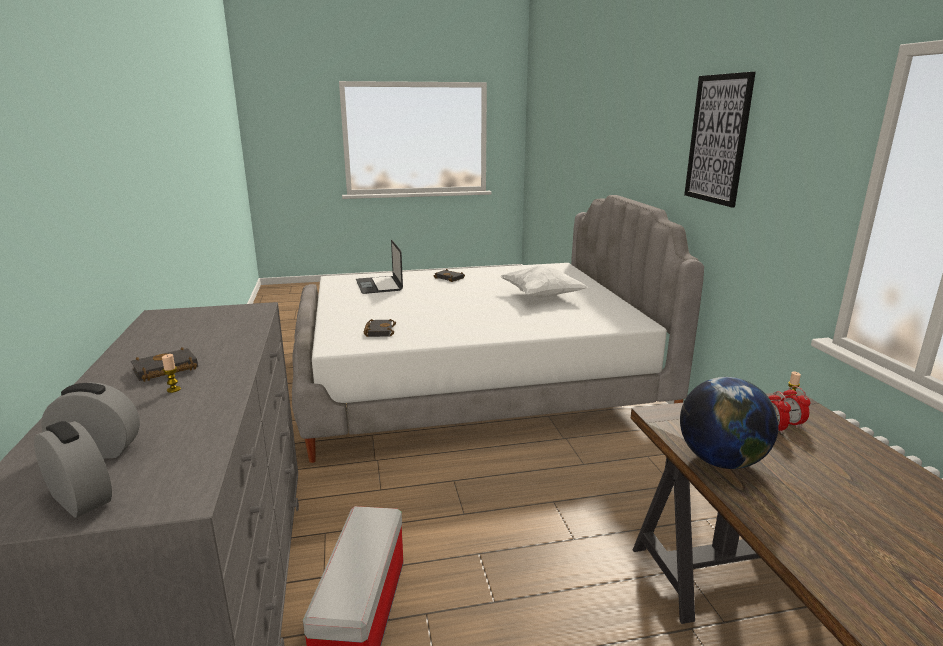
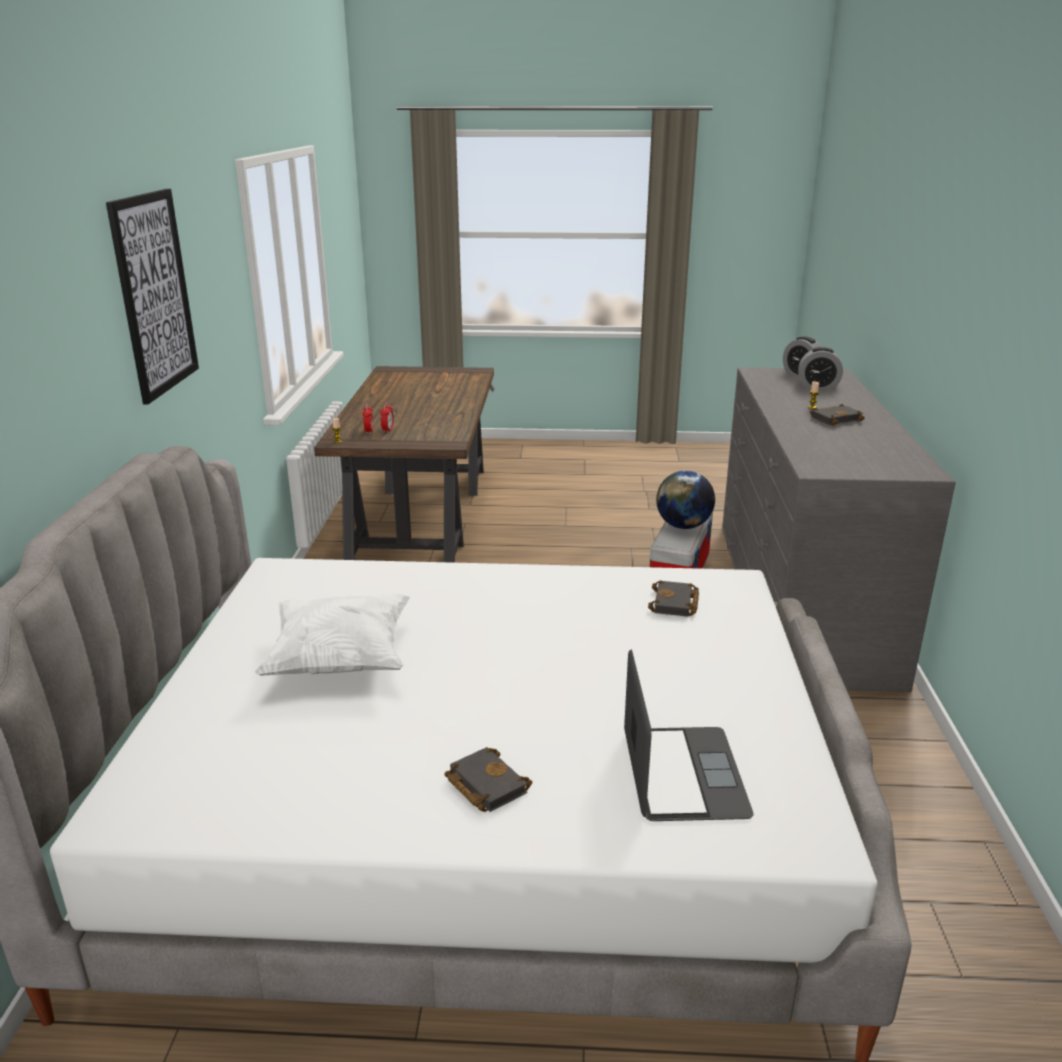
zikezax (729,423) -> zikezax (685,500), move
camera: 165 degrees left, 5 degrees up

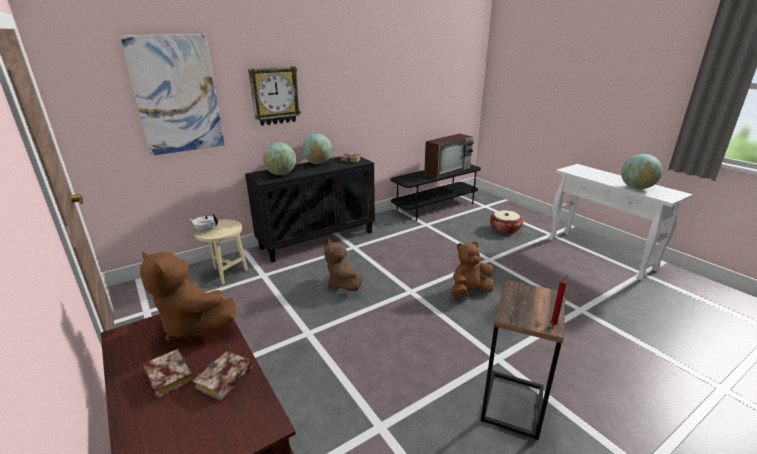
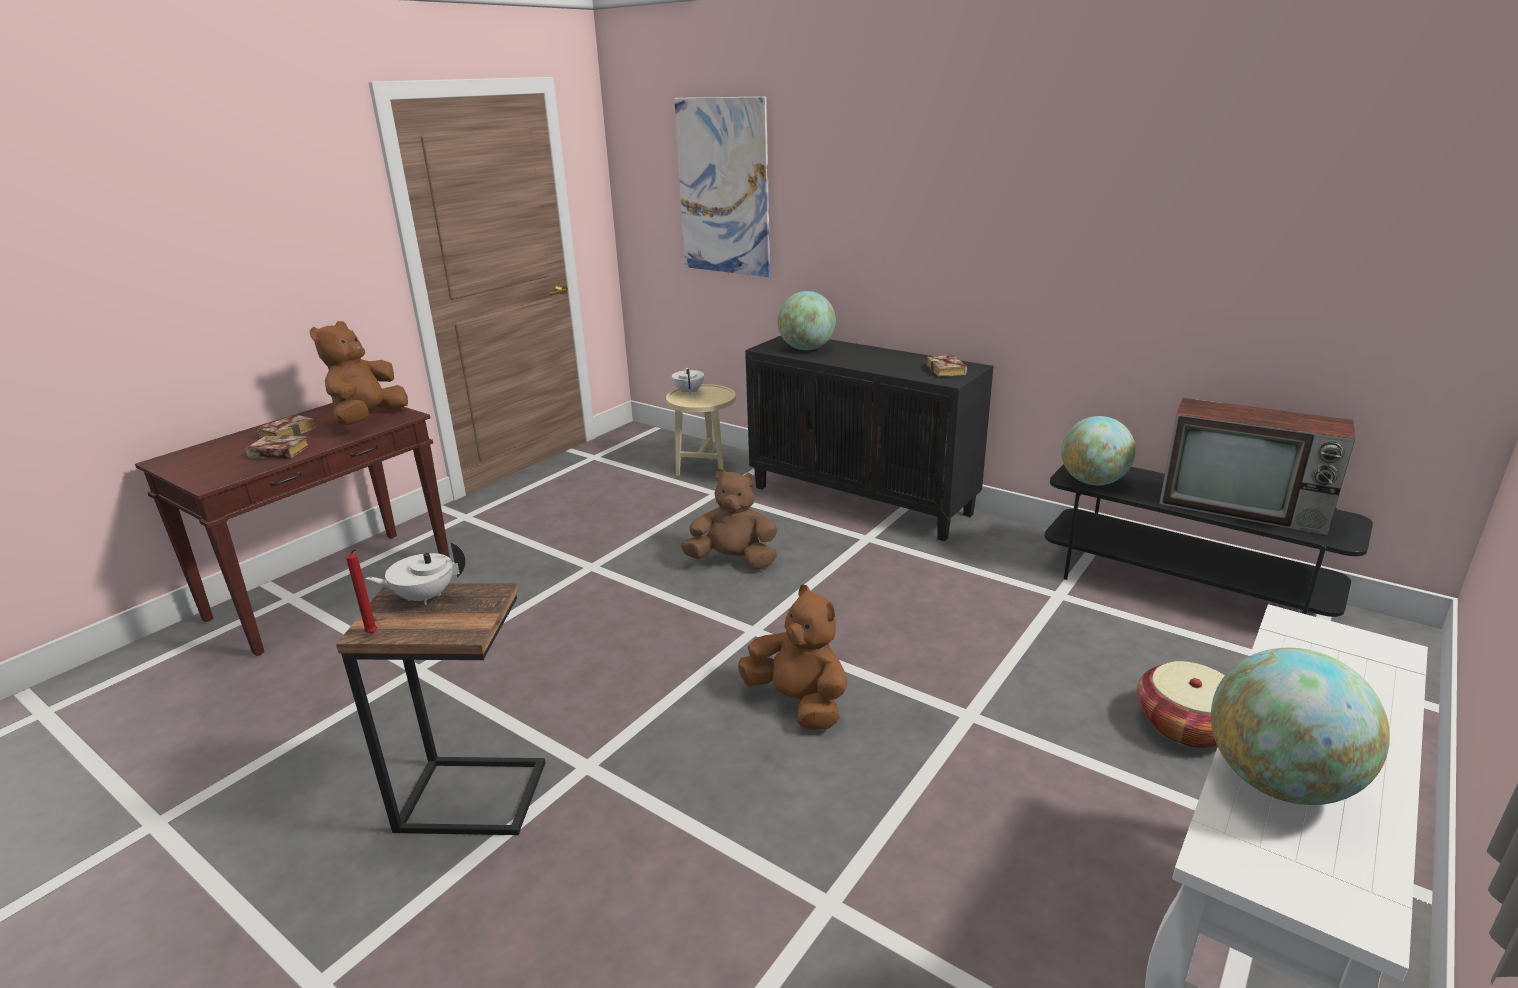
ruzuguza (274,96) -> none
zikezax (317,149) -> zikezax (1098,450), move
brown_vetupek (343,265) -> brown_vetupek (729,519), 45 degrees clockwise
none -> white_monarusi (415,573)
camera: 70 degrees right, 0 degrees up

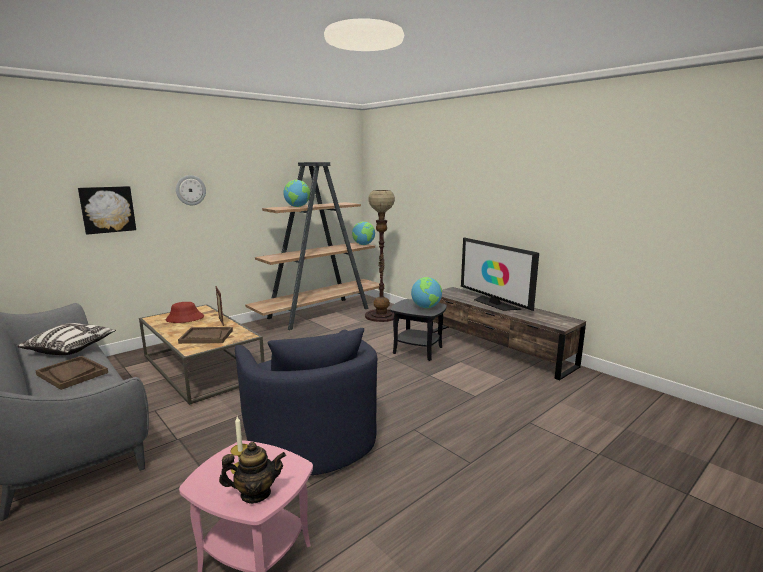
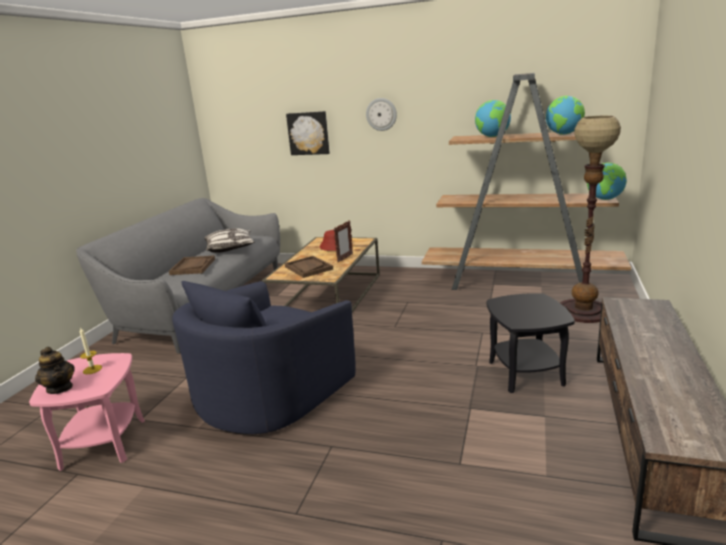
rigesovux (500,274) -> none
zikezax (426,292) -> zikezax (565,115), move
camera: 60 degrees right, 5 degrees up

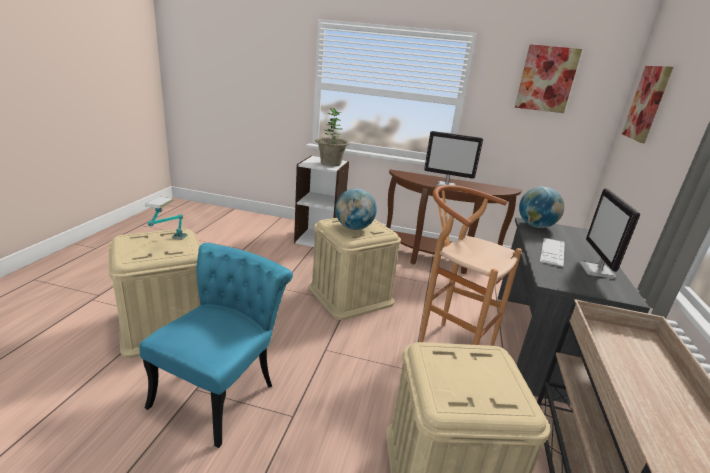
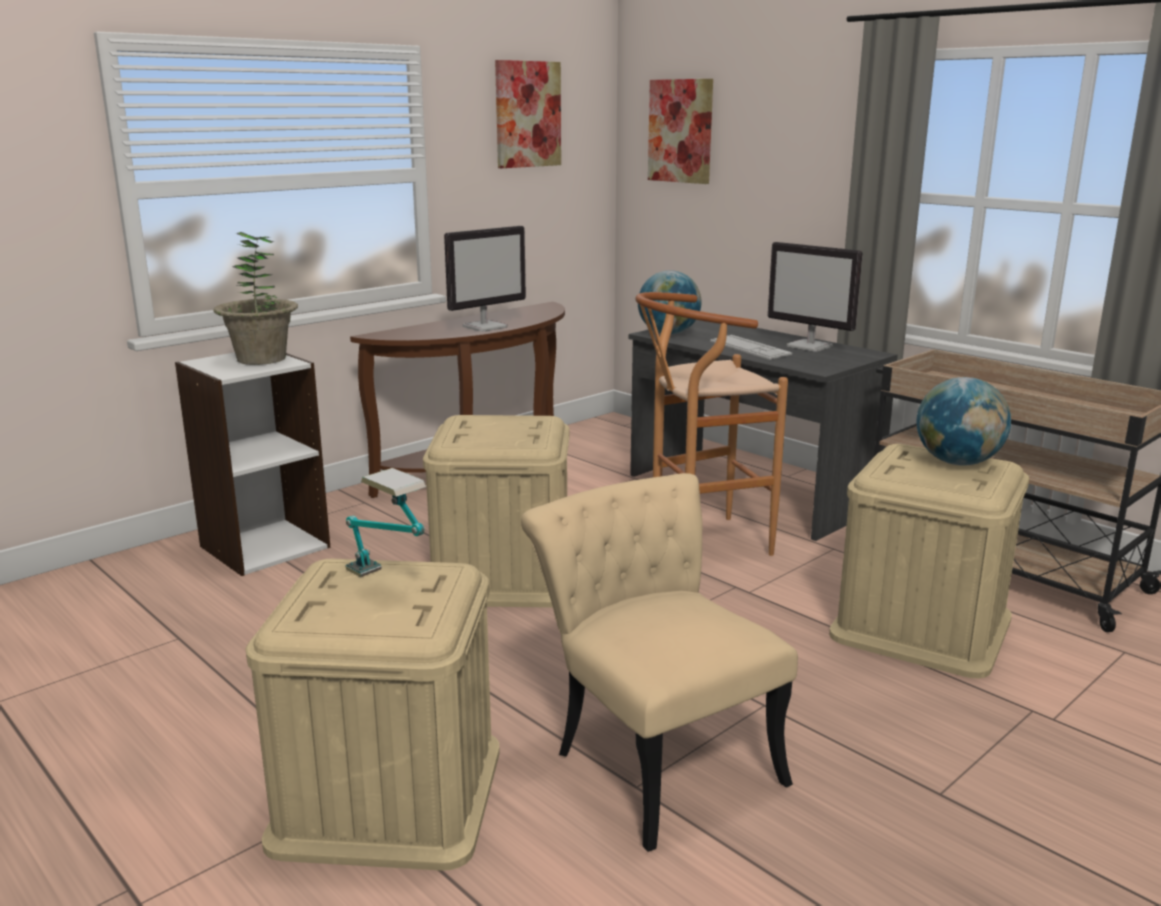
zikezax (356,209) -> zikezax (963,421), move
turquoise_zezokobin (216,345) -> beige_zezokobin (659,662)
camera: 55 degrees left, 5 degrees down

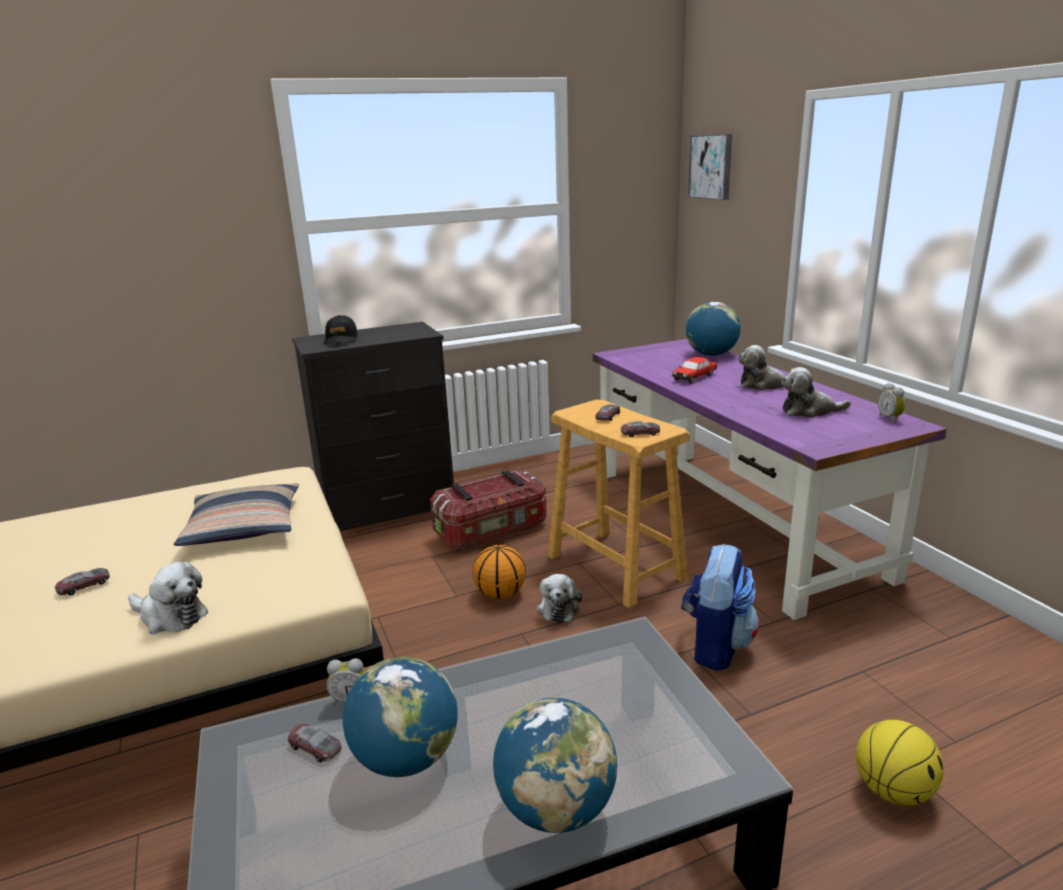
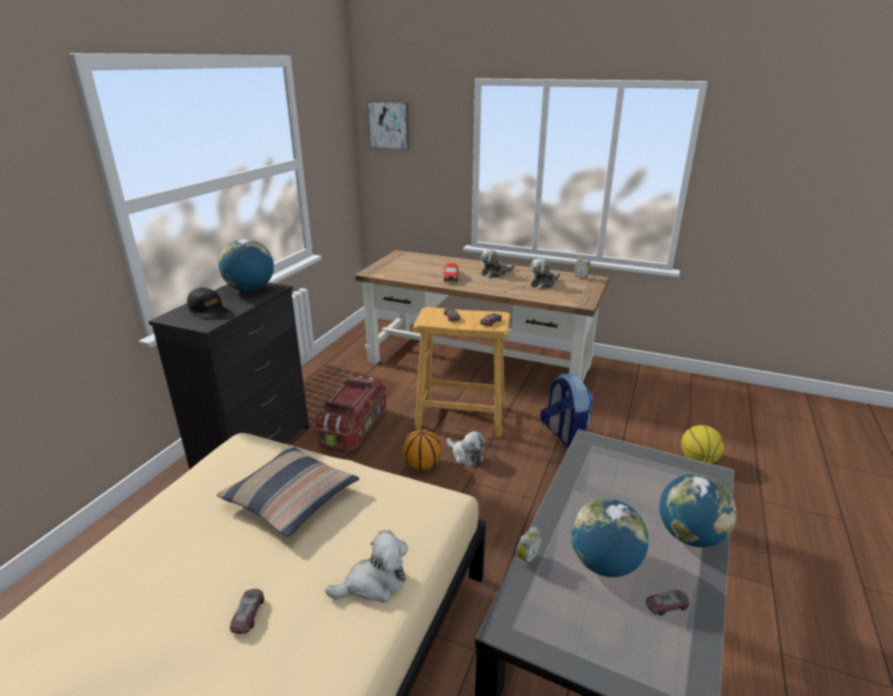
zikezax (713,329) -> zikezax (246,265), move
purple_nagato (769,479) -> brown_nagato (482,316)
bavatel (315,743) -> bavatel (667,603), move
camera: 45 degrees left, 5 degrees up

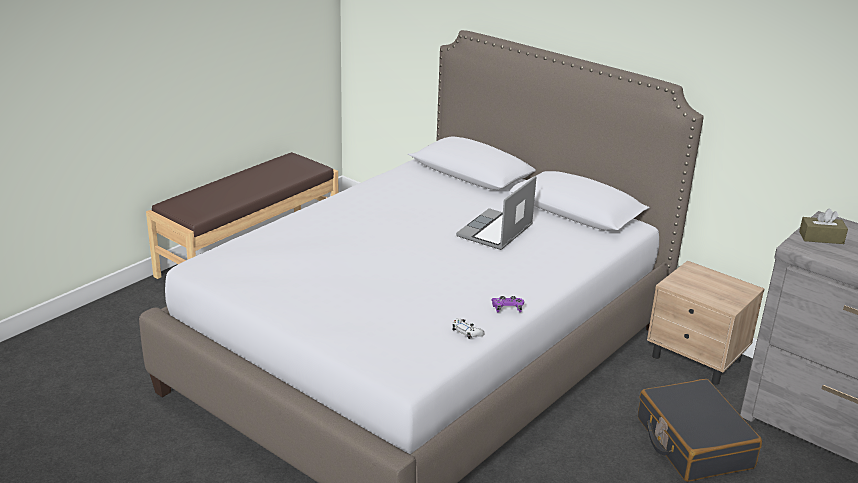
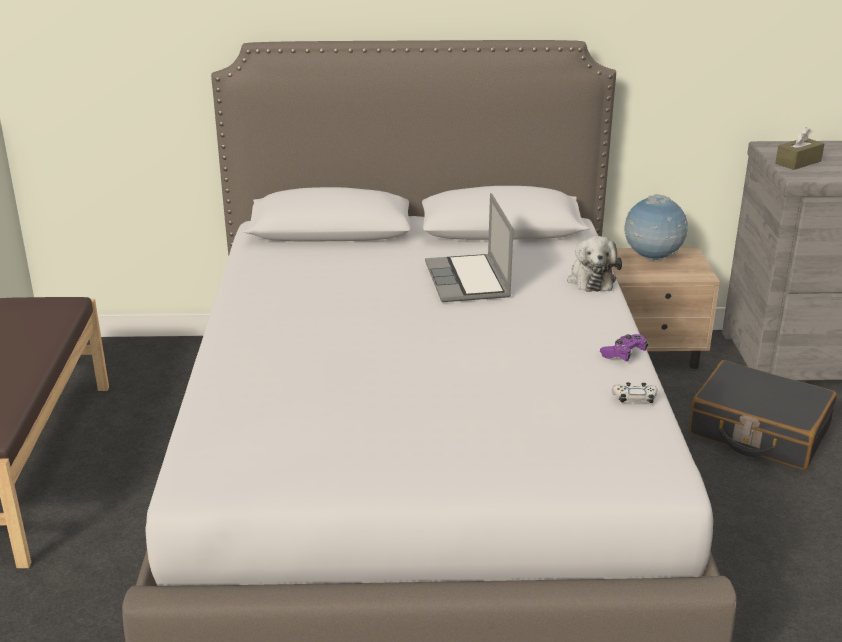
none -> zikezax (656,228)
none -> vetupek (594,264)
camera: 40 degrees left, 0 degrees up

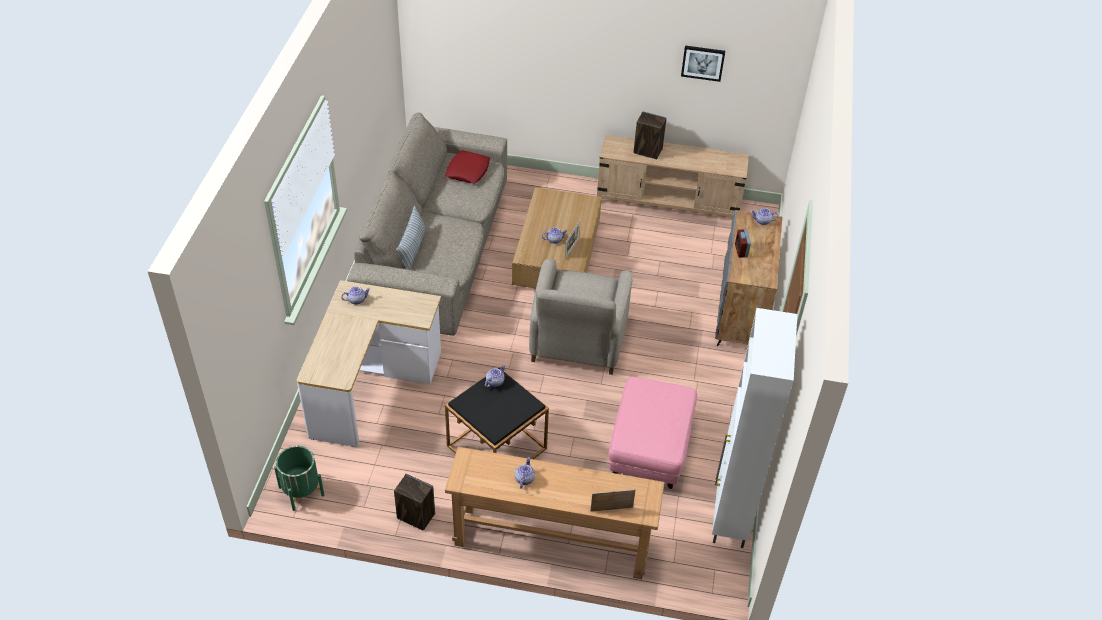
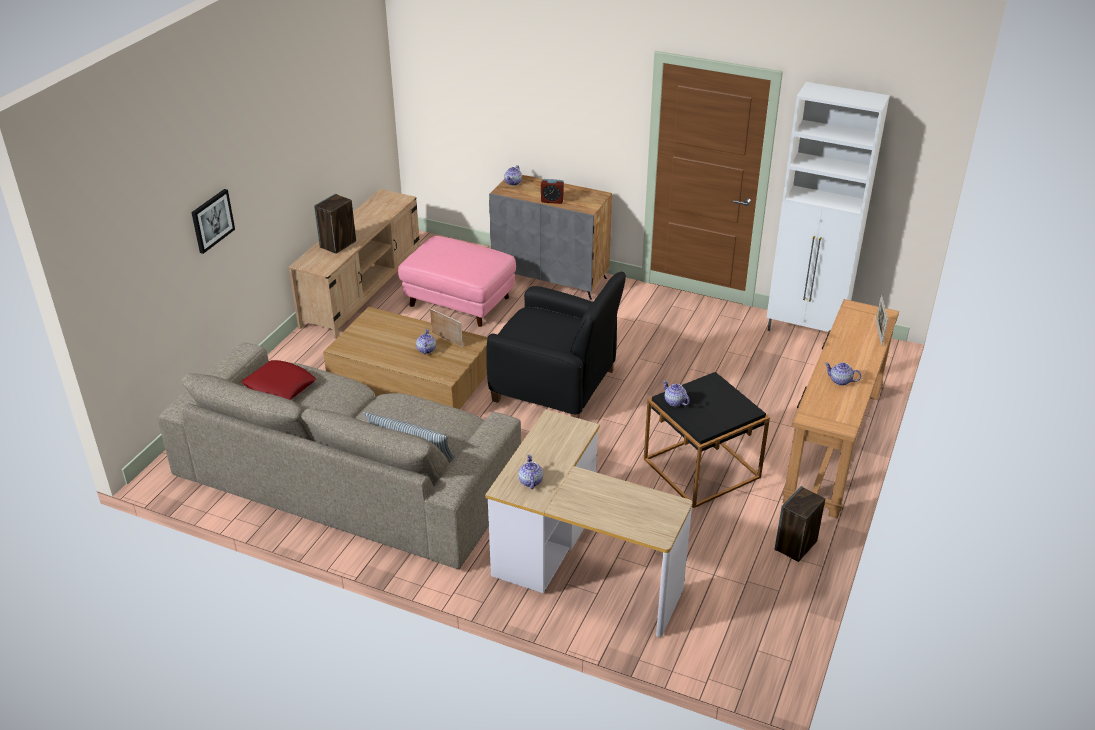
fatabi (703,64) -> fatabi (213,221), move
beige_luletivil (580,317) -> black_luletivil (556,345)
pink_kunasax (652,432) -> pink_kunasax (457,281), move
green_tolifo (299,478) -> none
camera: 75 degrees left, 10 degrees down

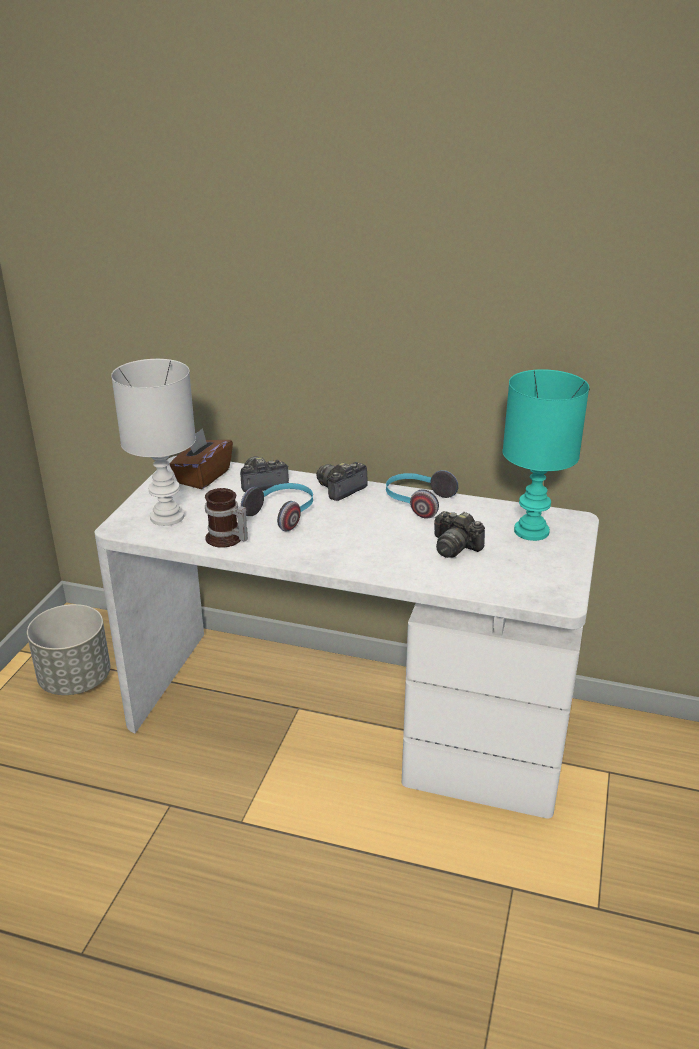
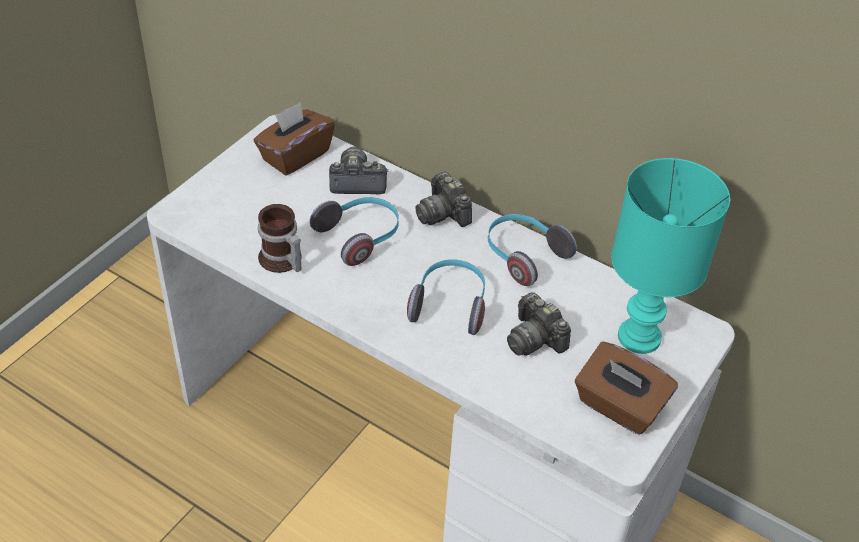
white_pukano (153,442) -> none
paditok (342,481) -> paditok (443,199), 90 degrees counterclockwise
grey_tolifo (69,649) -> none
none -> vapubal (446,297)
none -> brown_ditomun (626,388)
camera: 15 degrees right, 15 degrees up

